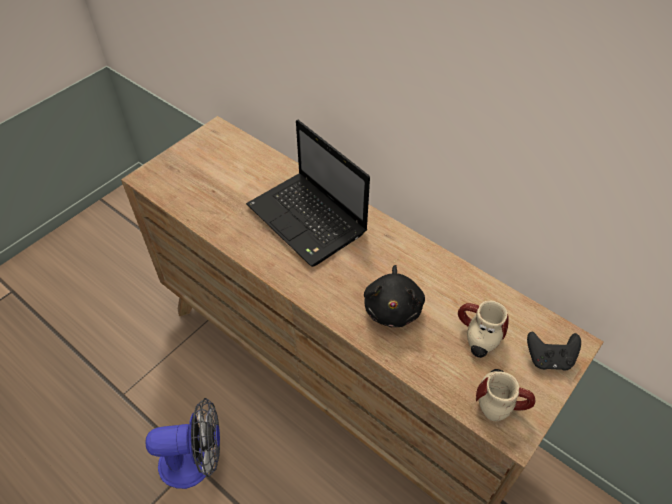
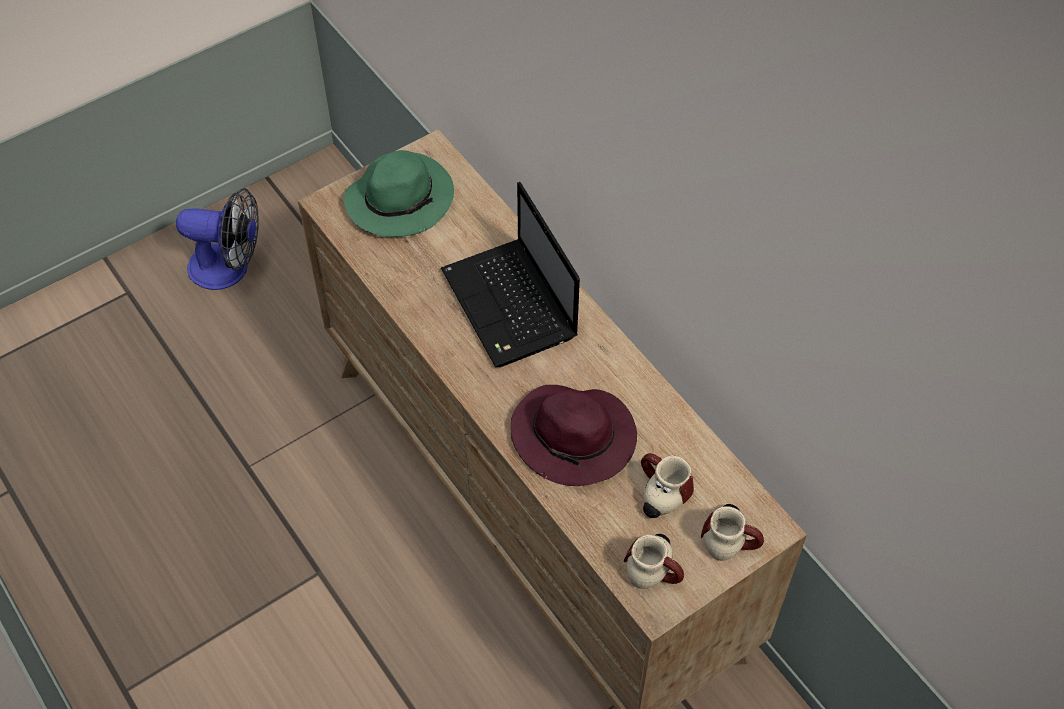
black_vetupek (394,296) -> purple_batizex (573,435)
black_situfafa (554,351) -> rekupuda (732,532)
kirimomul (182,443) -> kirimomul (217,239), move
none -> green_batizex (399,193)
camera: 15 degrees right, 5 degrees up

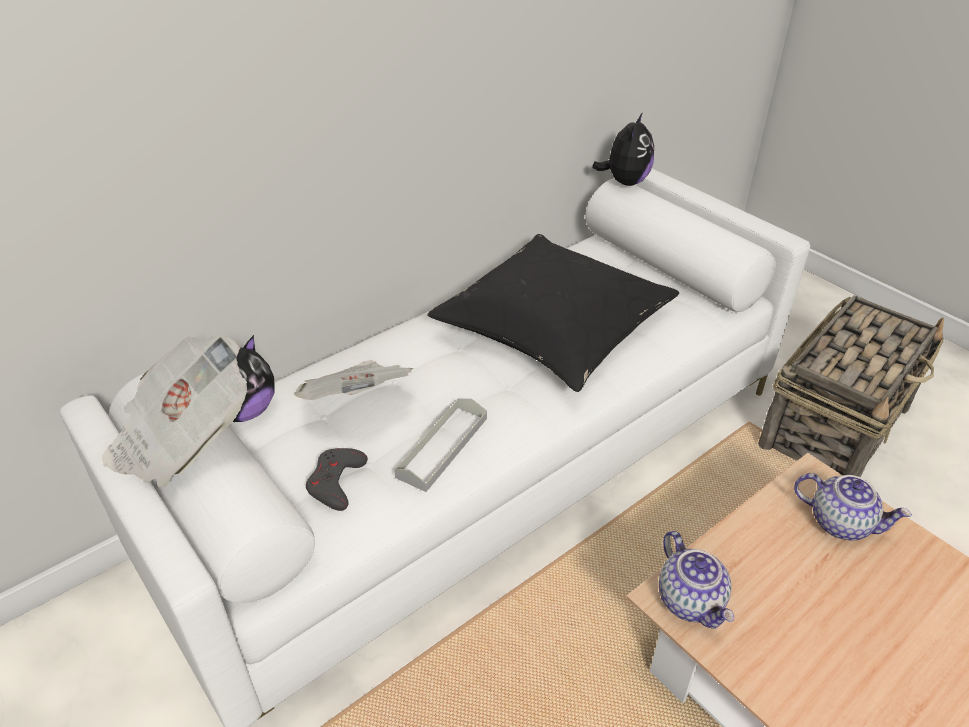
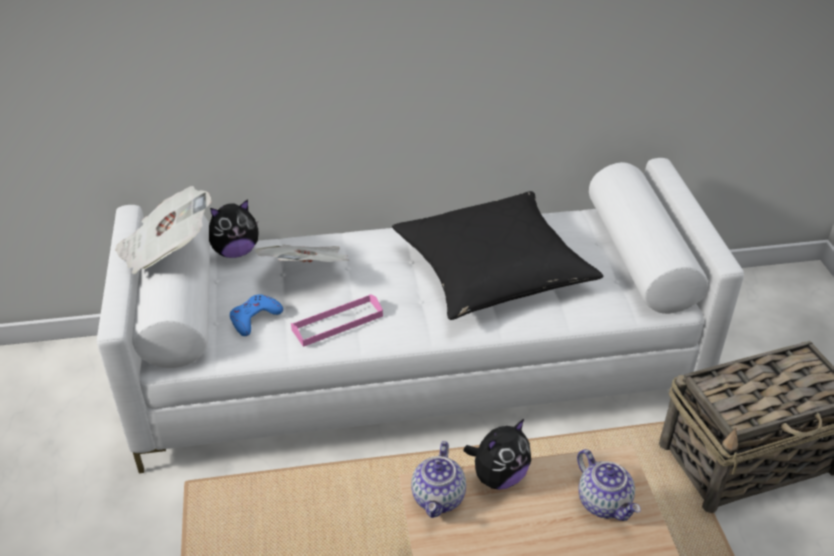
vetupek (623,149) -> vetupek (497,454), move
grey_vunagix (440,445) -> pink_vunagix (337,320)
grey_situfafa (337,479) -> blue_situfafa (256,315)
camera: 30 degrees right, 0 degrees up

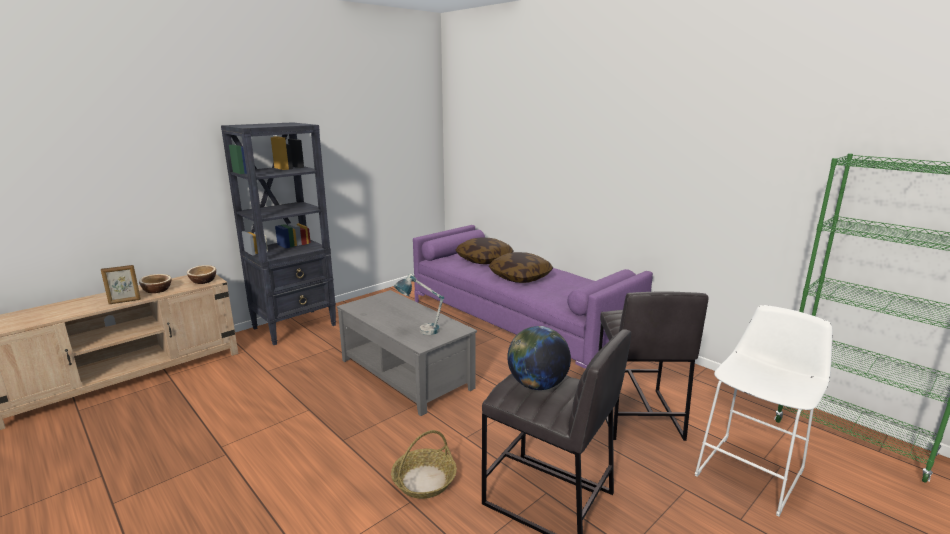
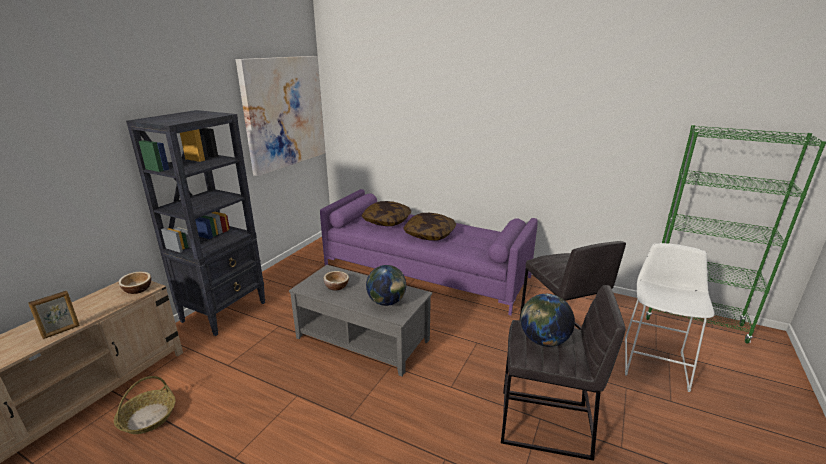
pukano (419,304) -> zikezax (386,285)
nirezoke (155,283) -> nirezoke (336,281), move
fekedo (424,464) -> fekedo (145,405), move
none -> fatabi (280,116)
camera: 20 degrees left, 5 degrees up

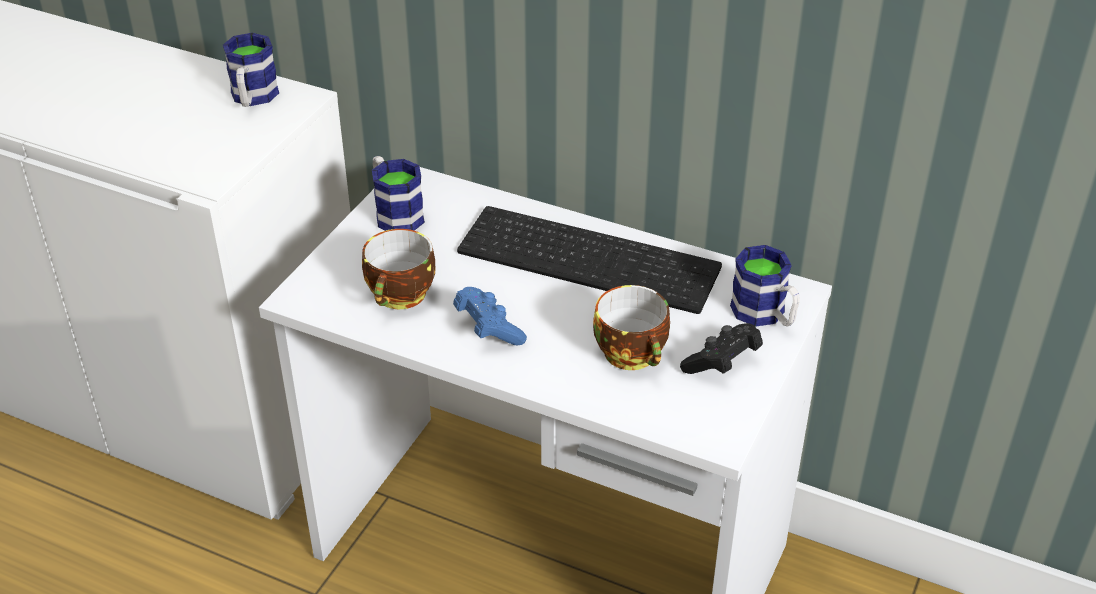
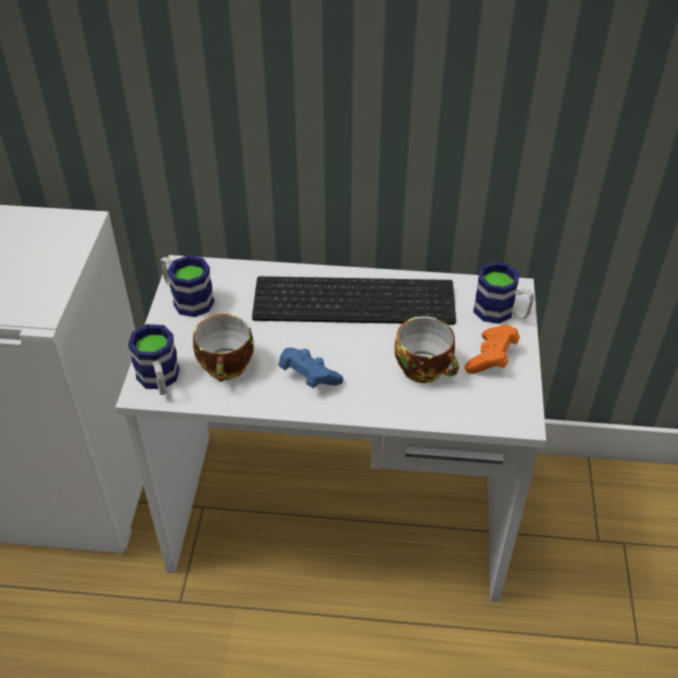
rekupuda (251,70) -> rekupuda (154,359), move
black_situfafa (721,348) -> orange_situfafa (492,349)
camera: 20 degrees left, 5 degrees up

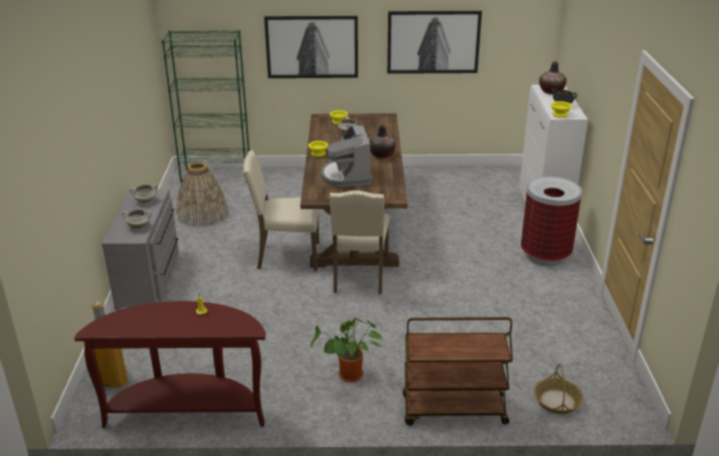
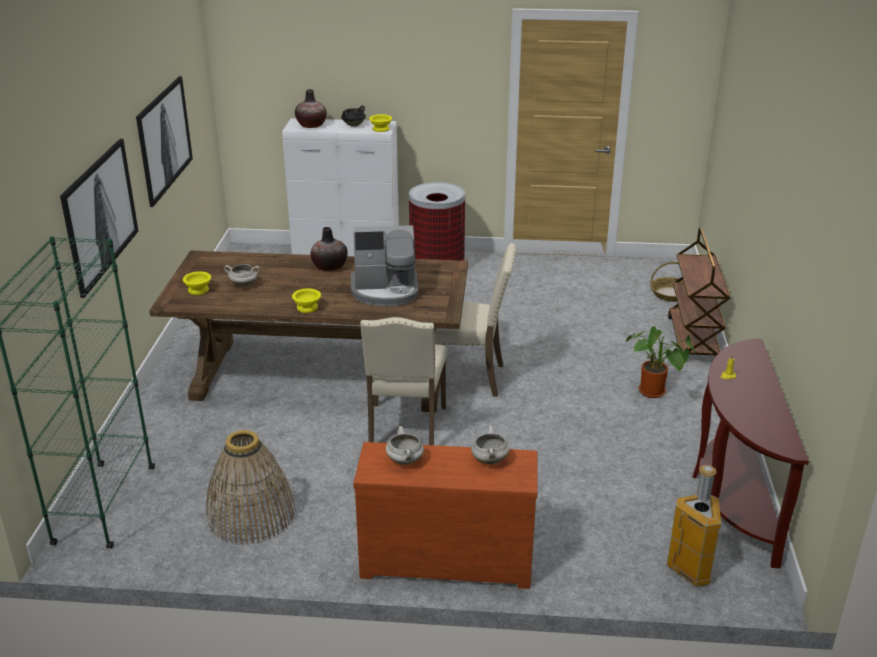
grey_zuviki (140,250) -> brown_zuviki (445,515)
camera: 85 degrees left, 0 degrees up

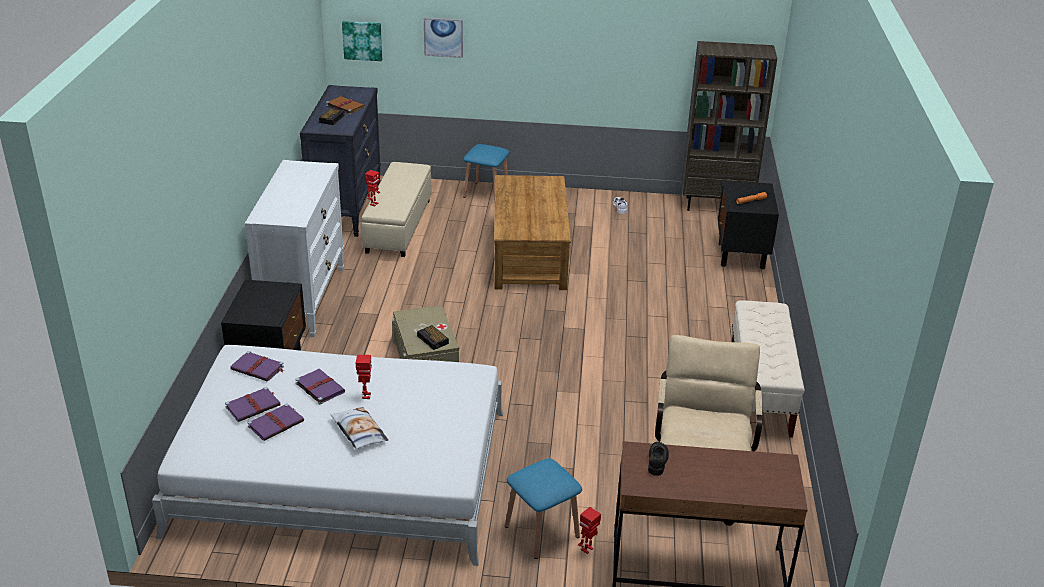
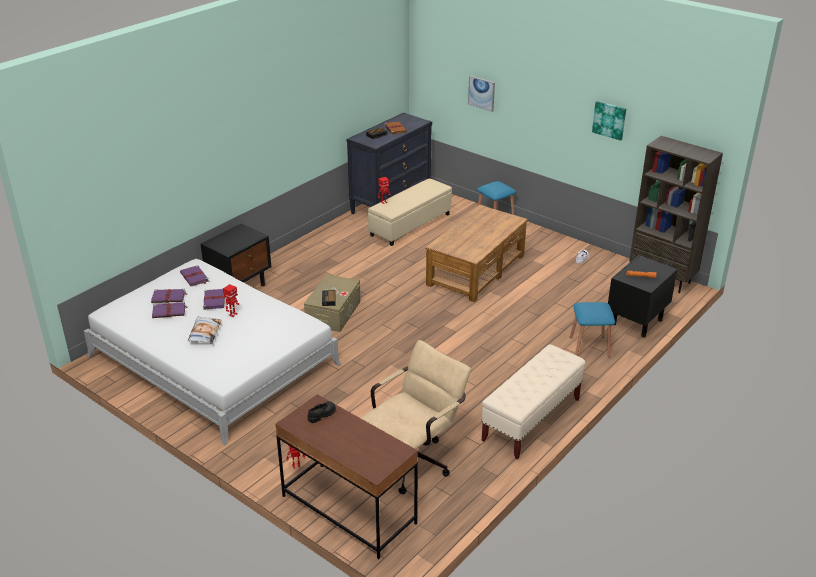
fatabi (362,41) -> fatabi (609,121), move
white_zuviki (294,248) -> none
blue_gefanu (543,508) -> blue_gefanu (592,329), move
camera: 35 degrees right, 0 degrees up

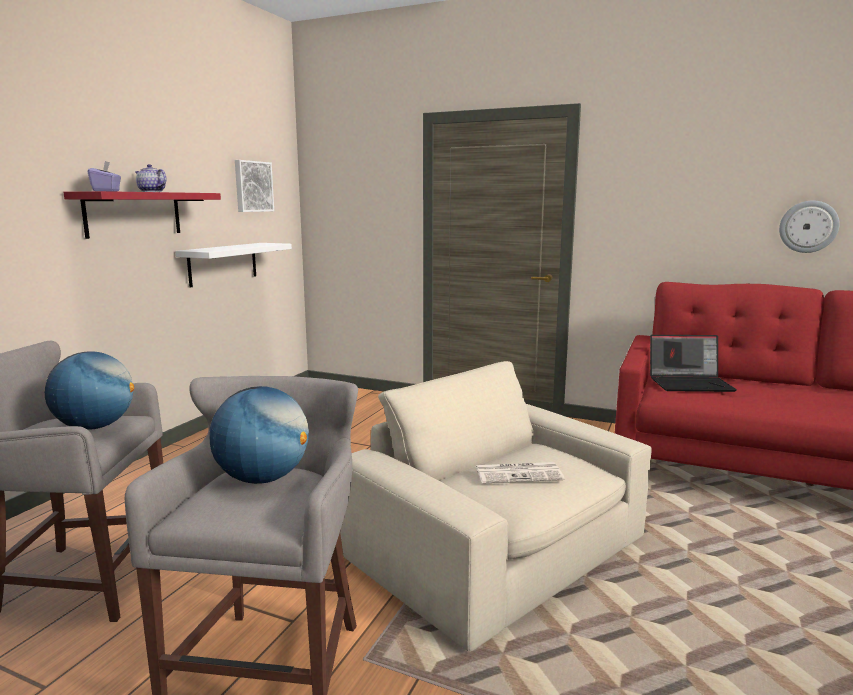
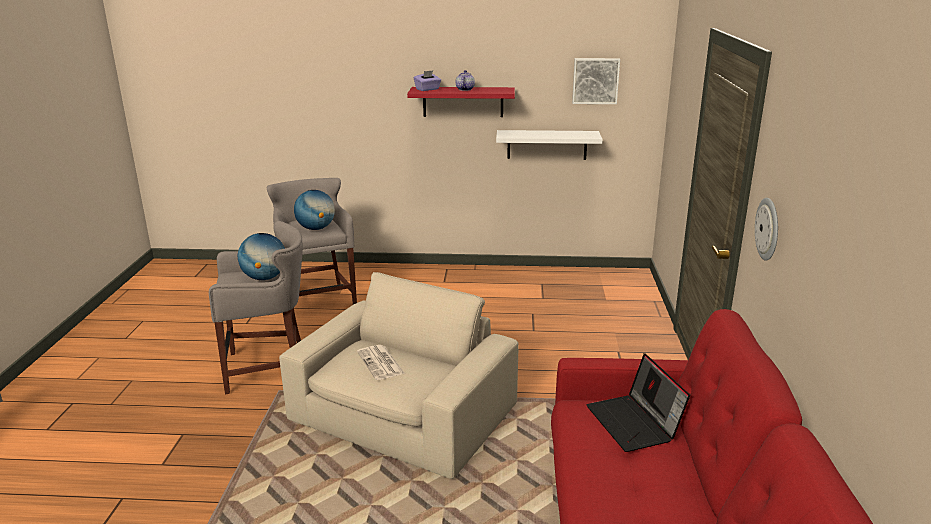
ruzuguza (809,227) -> ruzuguza (766,229), move
camera: 70 degrees right, 10 degrees up

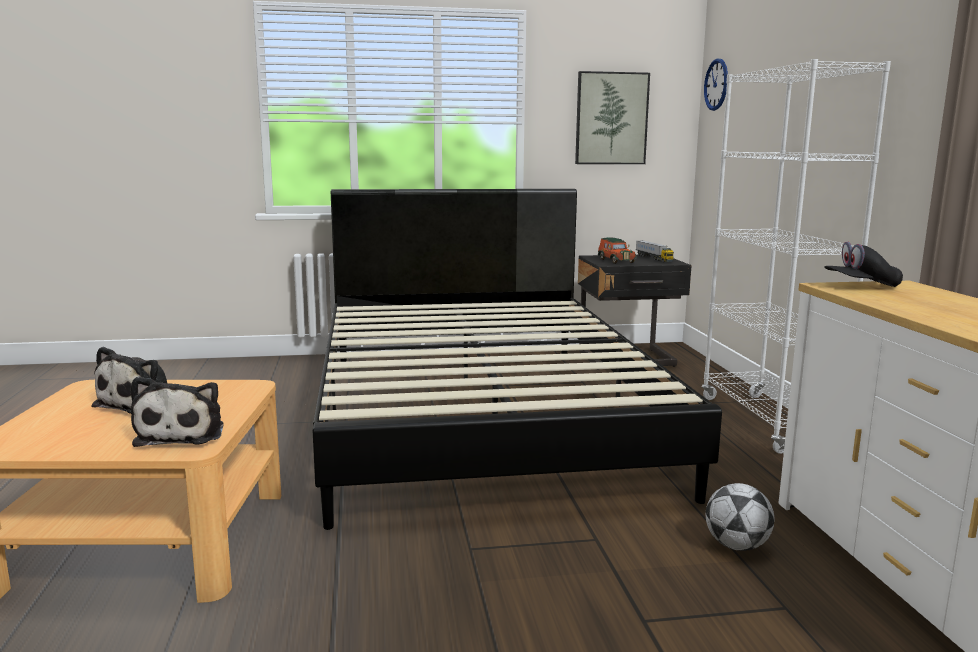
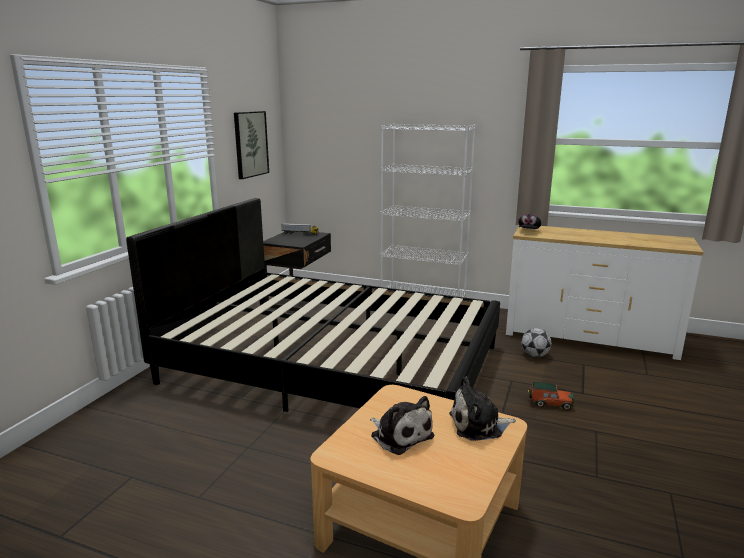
ruzuguza (716,85) -> none
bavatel (617,250) -> bavatel (551,396), move
vetupek (176,411) -> vetupek (482,409), 150 degrees clockwise
camera: 60 degrees left, 5 degrees up

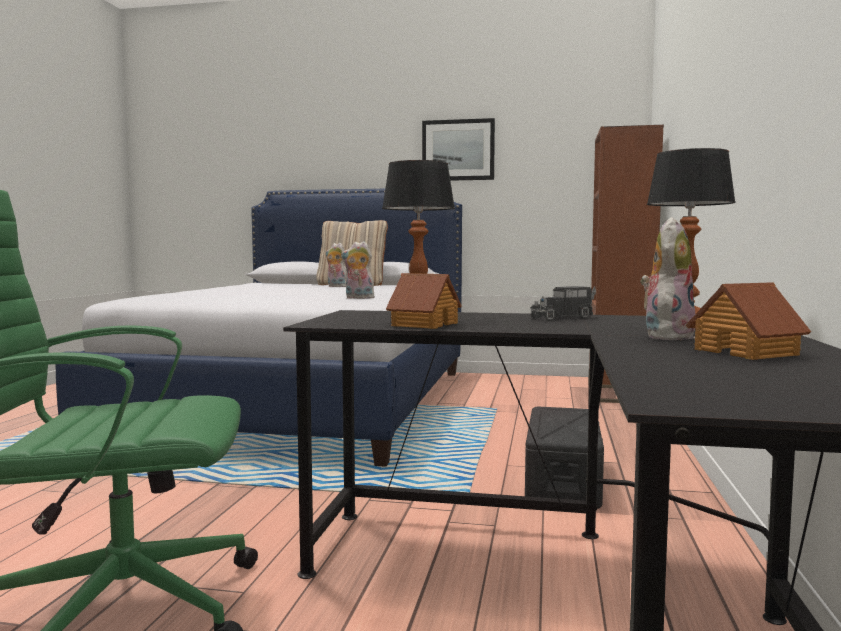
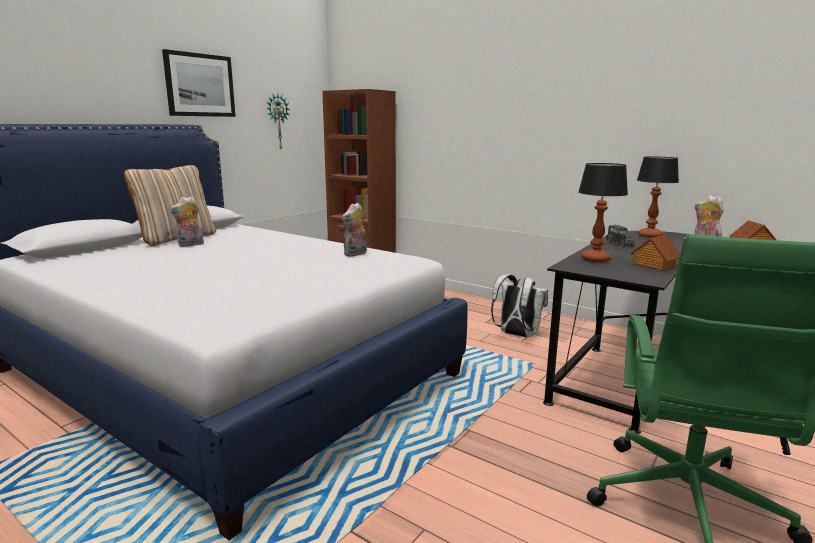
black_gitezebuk (564,458) -> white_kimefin (519,305)
none -> ruzuguza (278,120)
camera: 65 degrees left, 10 degrees up

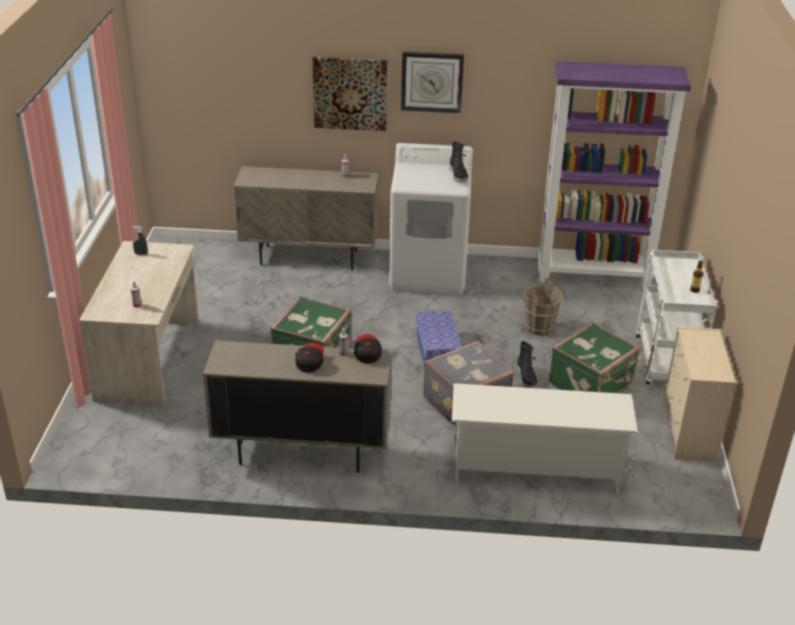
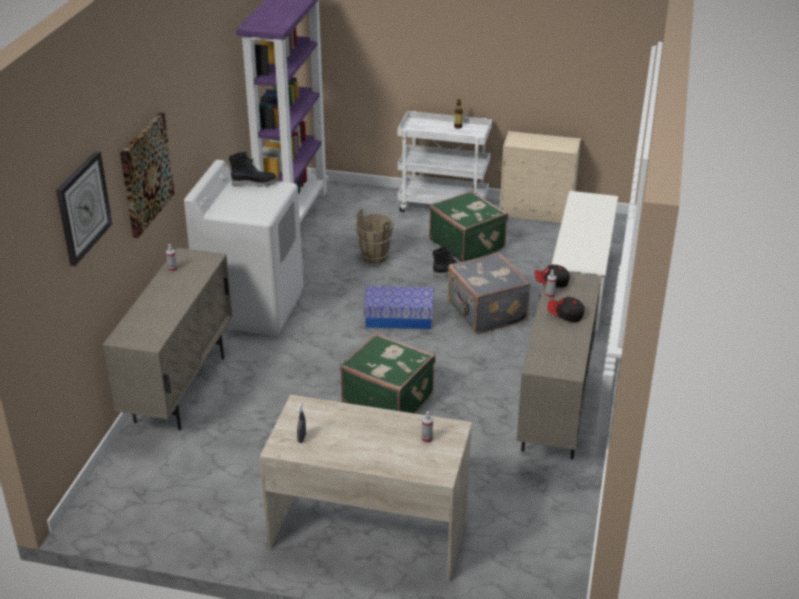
ruzuguza (432,82) -> ruzuguza (84,208), move
camera: 80 degrees left, 0 degrees up

